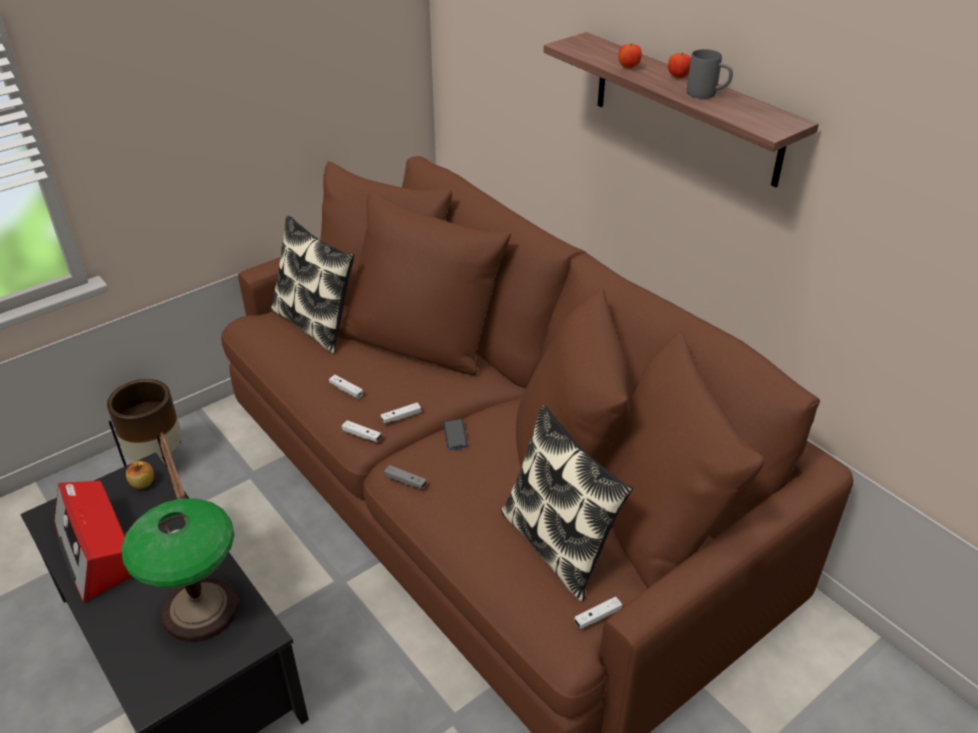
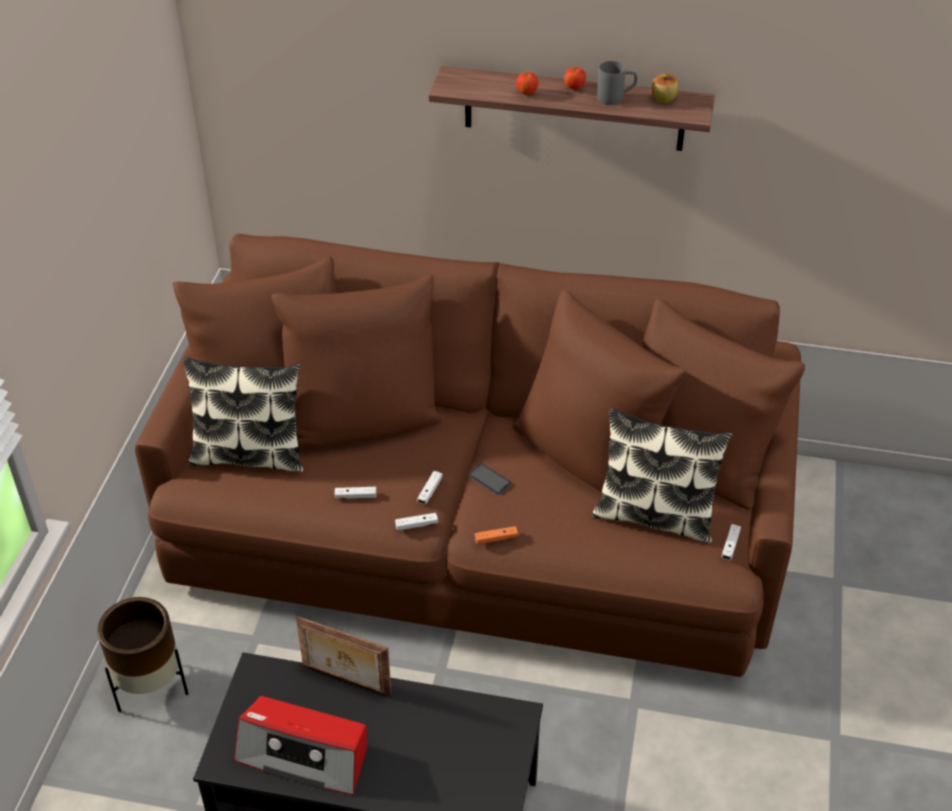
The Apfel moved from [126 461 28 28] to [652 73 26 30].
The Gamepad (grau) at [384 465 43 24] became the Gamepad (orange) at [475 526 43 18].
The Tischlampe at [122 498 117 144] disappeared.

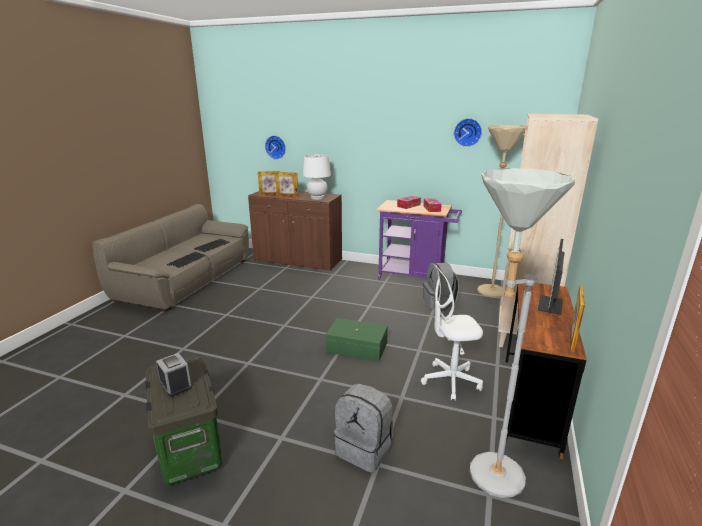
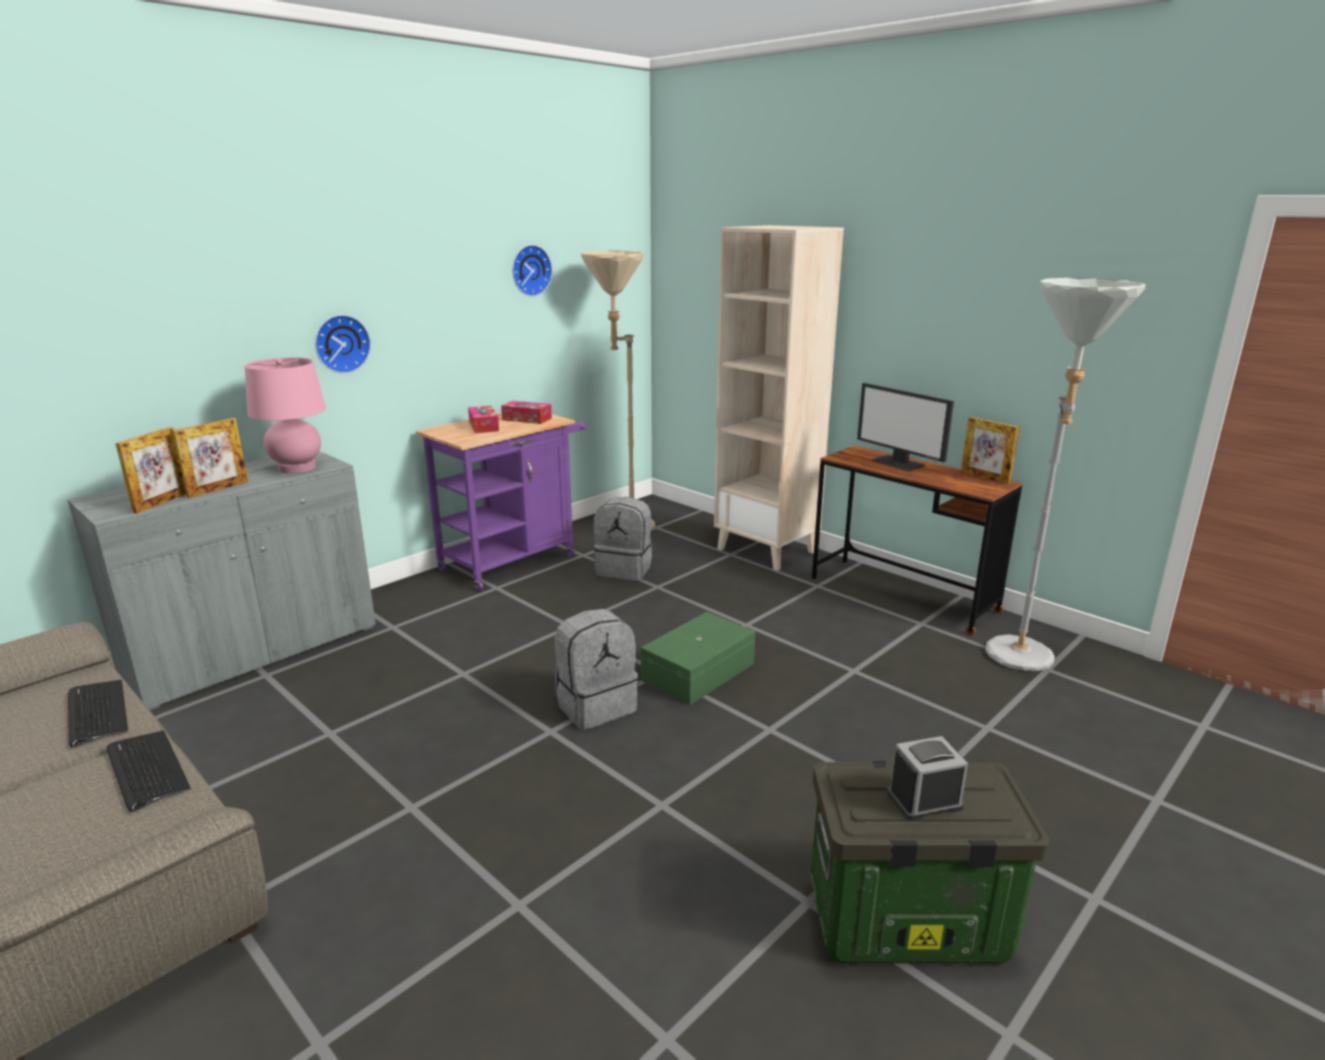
The Wanduhr moved from [265 135 21 24] to [315 315 56 59].
The Tischlampe (weiß) at [303 154 28 46] became the Tischlampe (rosa) at [244 358 82 116].
The Schrank (braun) at [248 191 94 81] became the Schrank (grau) at [67 451 309 259].
The Bürostuhl (weiß) at [421 265 62 136] disappeared.
The Rucksack (grau) moved from [334 383 59 90] to [555 609 83 121].

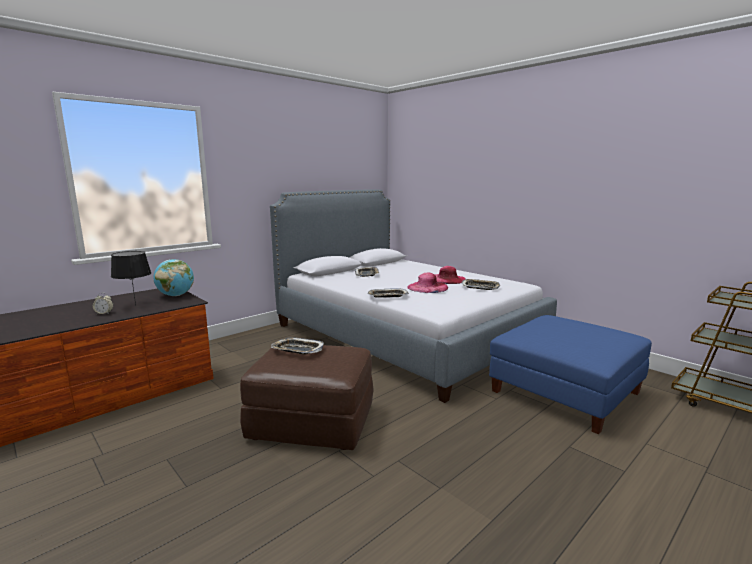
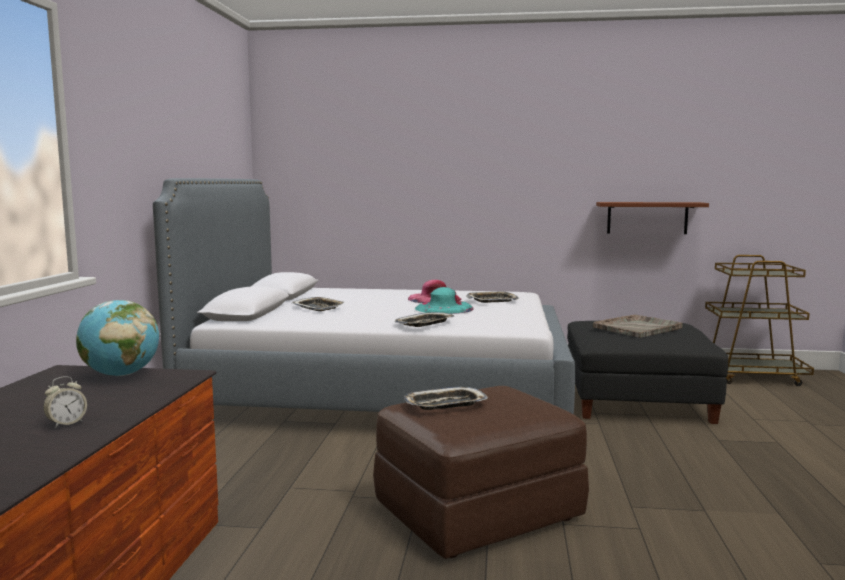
The Tischlampe (schwarz) at [111 251 40 55] disappeared.
The Hut (rosa) at [407 273 41 20] became the Hut (türkis) at [415 287 59 27].
The Polsterhocker (blau) at [489 315 163 119] became the Polsterhocker (schwarz) at [568 321 161 103].
The Wandregal (braun) at [596 202 113 32] appeared.
The Tablett (grau) at [593 314 90 24] appeared.

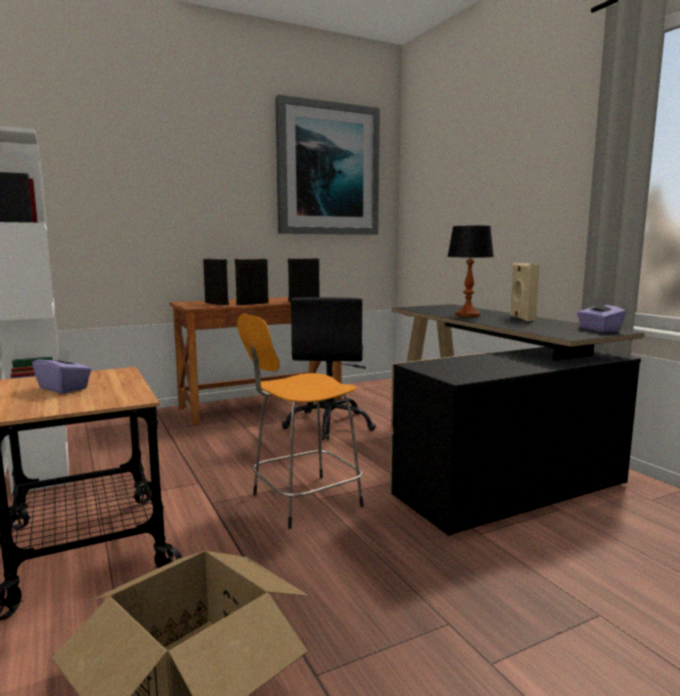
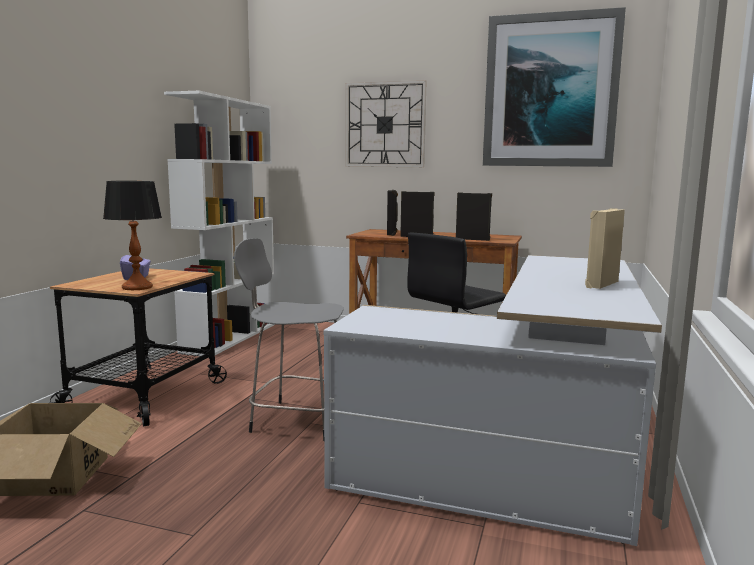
The Tischlampe moved from [447 226 47 91] to [103 181 59 109].
The Taschentuchbox (lila) at [577 298 49 34] disappeared.
The Schreibtisch (schwarz) at [390 304 255 232] became the Schreibtisch (weiß) at [323 255 339 291].
The Hocker (orange) at [237 314 126 215] became the Hocker (grau) at [234 238 110 203].
The Wanduhr at [345 80 82 87] appeared.

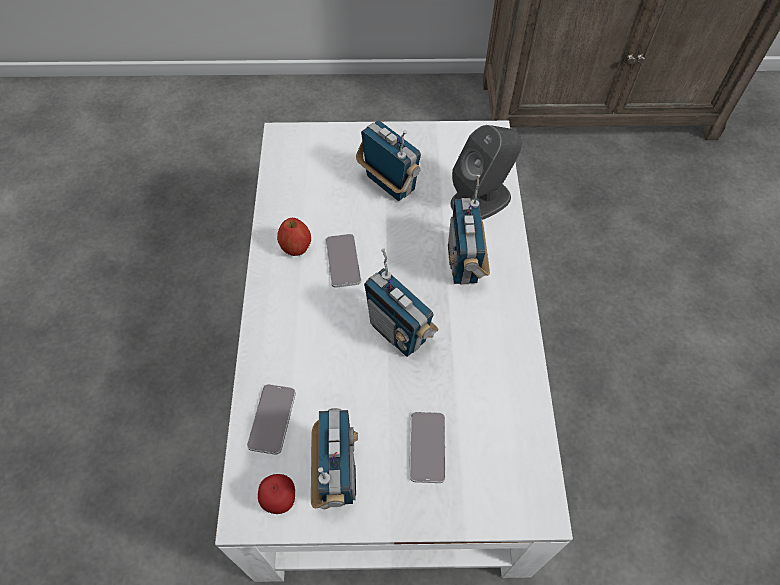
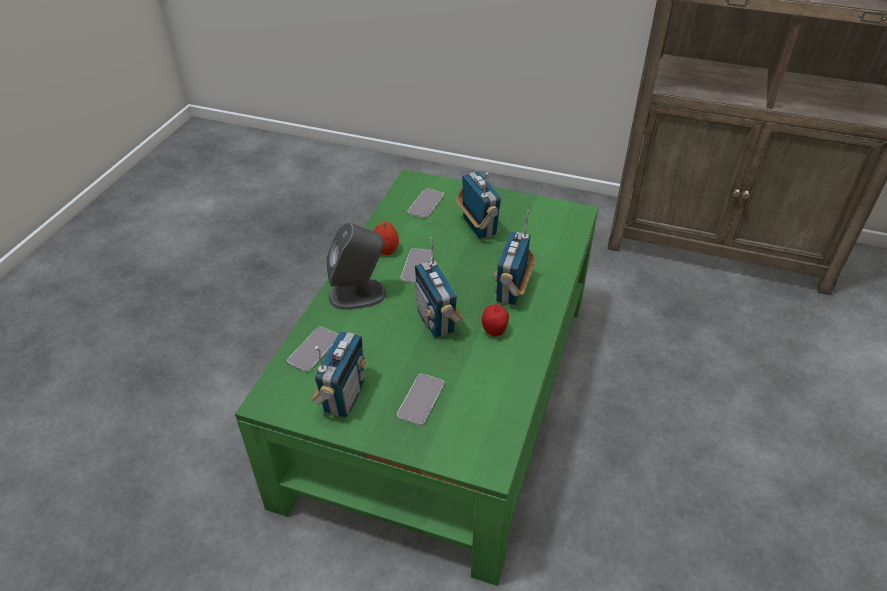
The Couchtisch (weiß) at [215 121 358 461] became the Couchtisch (grün) at [235 169 363 417].
The Lautsprecher (grau) moved from [450 125 72 95] to [326 222 60 88].
The Apfel moved from [258 474 37 40] to [482 304 27 32].
The Handy at [408 188 36 30] appeared.

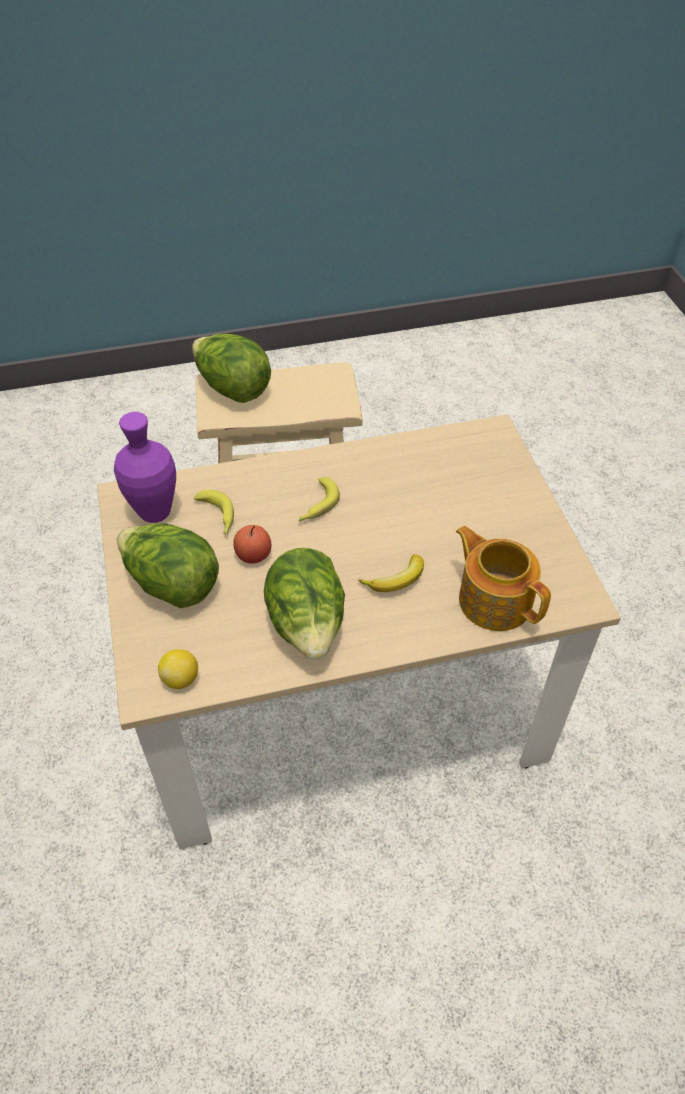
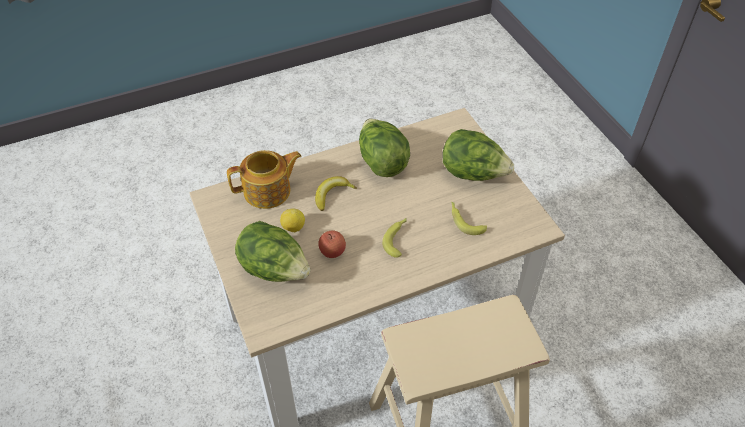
The Salatkopf moved from [192 334 79 69] to [235 221 75 61].
The Vase (lila) at [114 412 62 111] disappeared.
The Apfel moved from [233 525 38 38] to [318 230 28 28].
The Teekanne at [456 526 95 105] turned 60 degrees counterclockwise.
The Zitrone moved from [158 649 40 40] to [280 209 25 23].

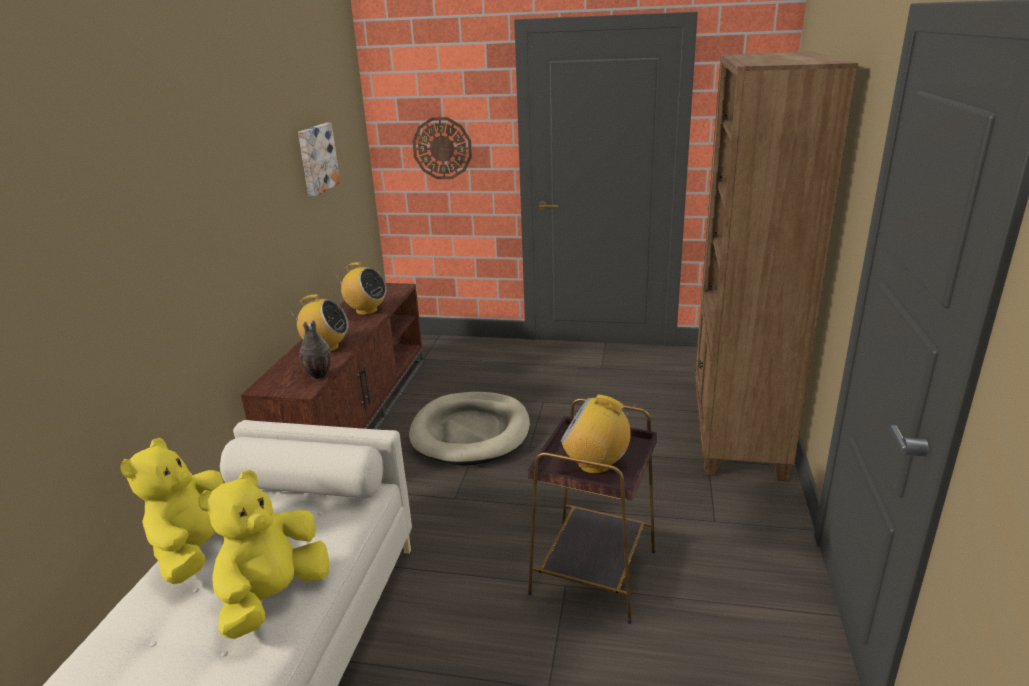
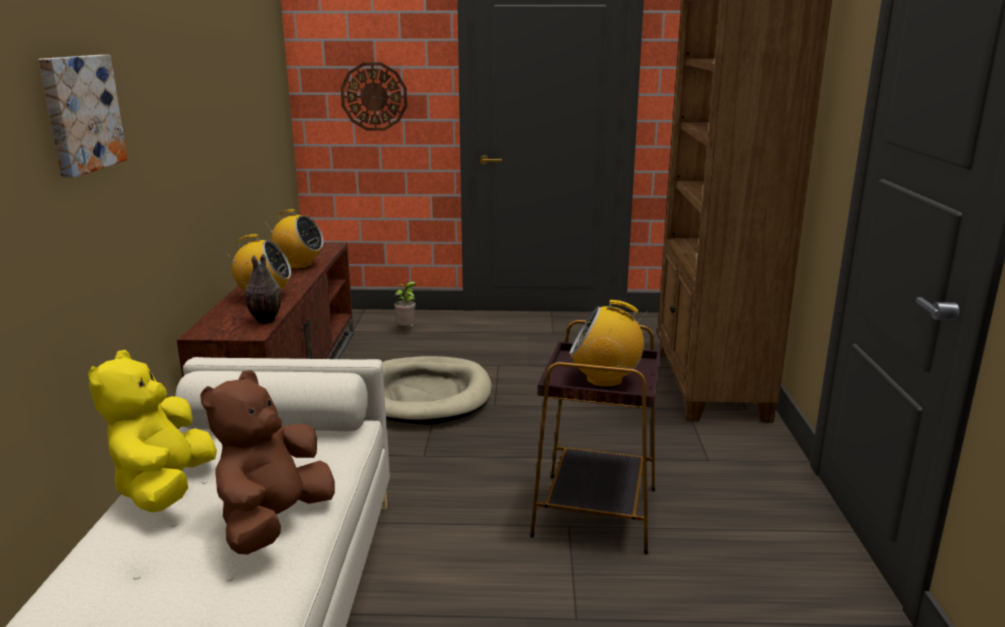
The Bild moved from [298 123 42 73] to [39 55 89 123].
The Plüschtier (gelb) at [198 470 131 169] became the Plüschtier (braun) at [200 370 135 184].
The Topfpflanze at [394 281 22 45] appeared.

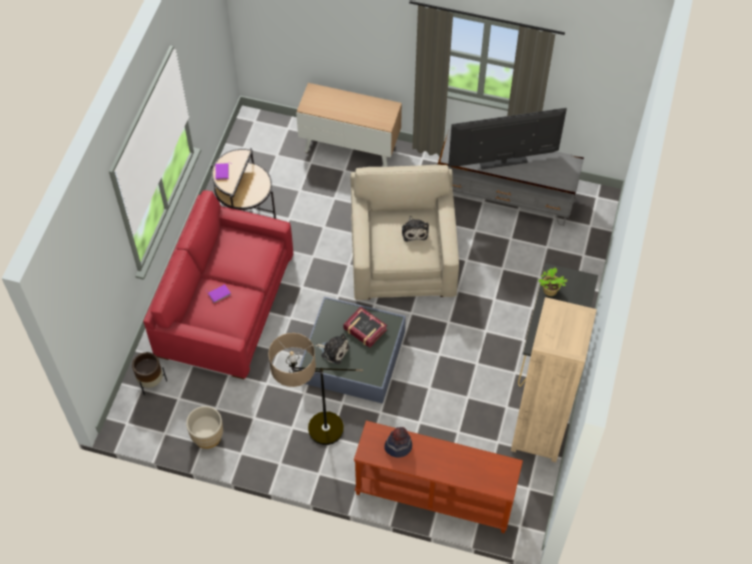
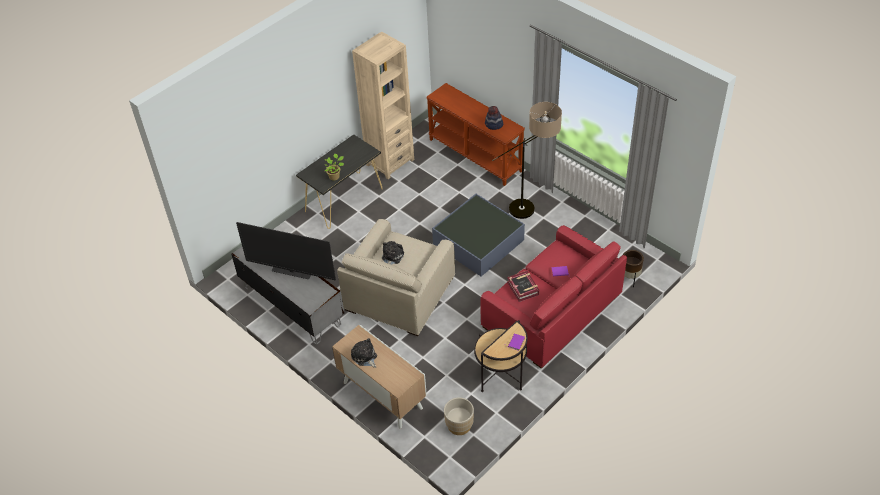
The Buch moved from [343 307 44 41] to [507 271 33 31].
The Plüschtier moved from [315 333 35 31] to [351 338 26 30].
The Pflanzkübel (beige) moved from [186 406 37 43] to [444 397 30 38].

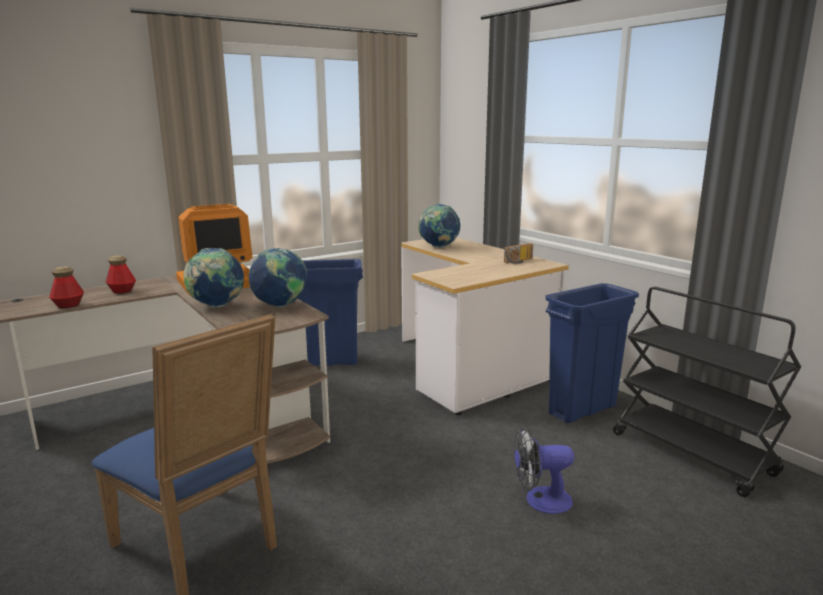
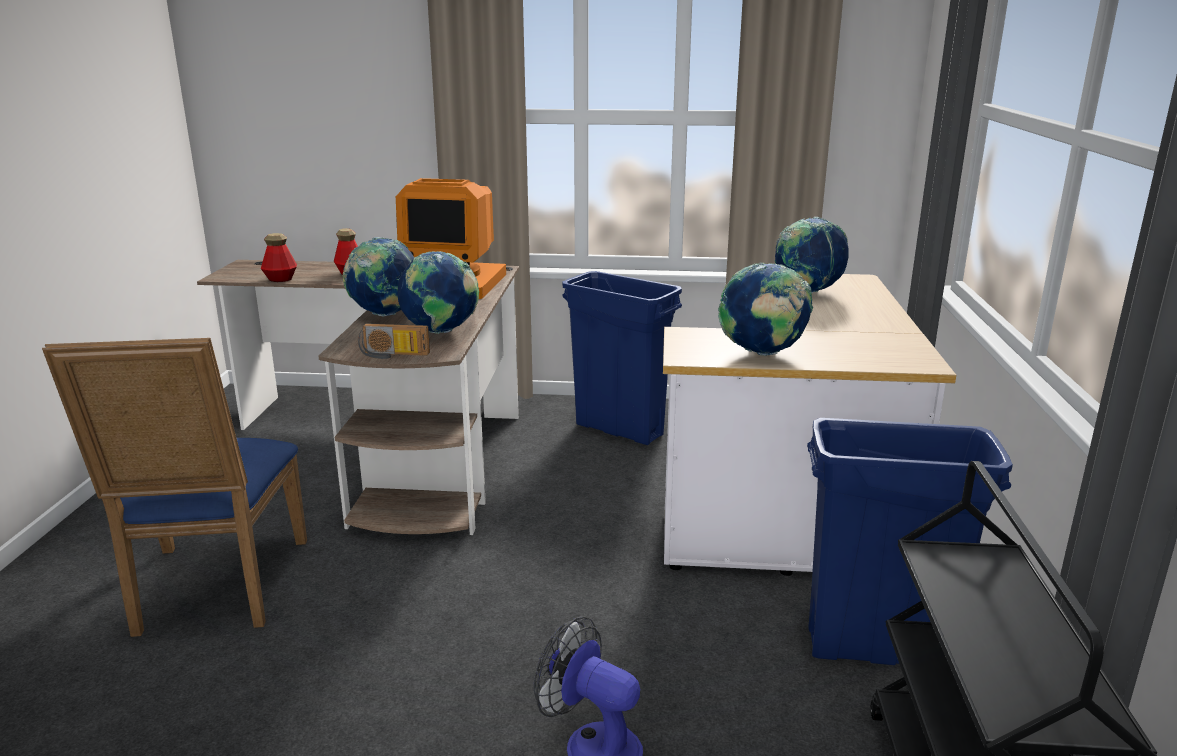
The Radio moved from [504 243 29 21] to [358 323 72 36].
The Globus at [718 263 95 93] appeared.

